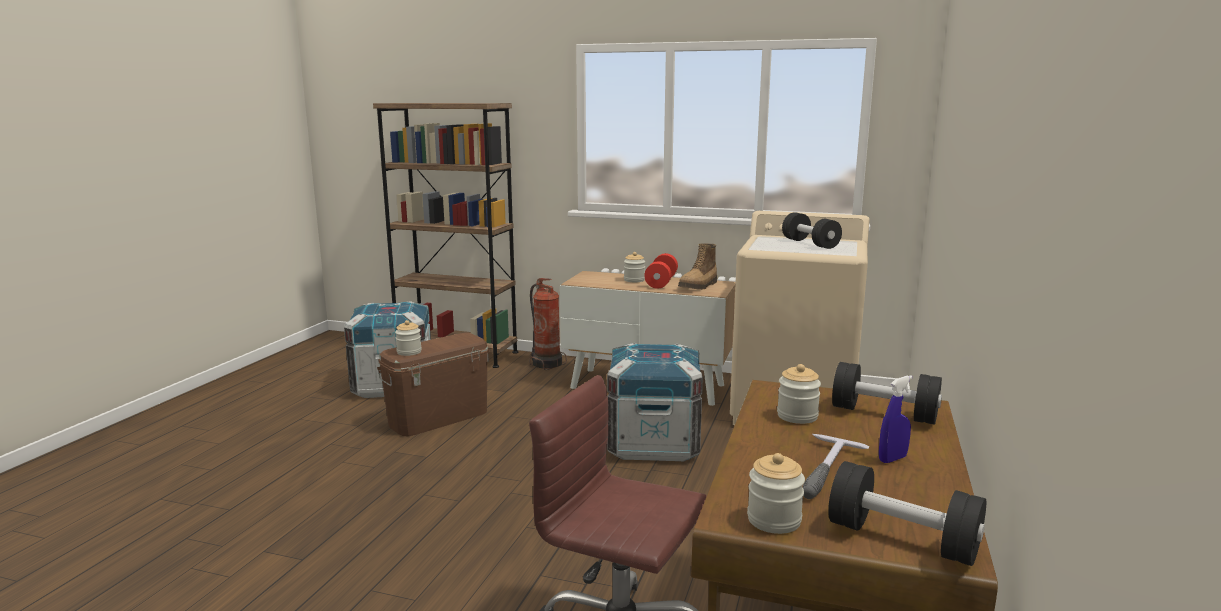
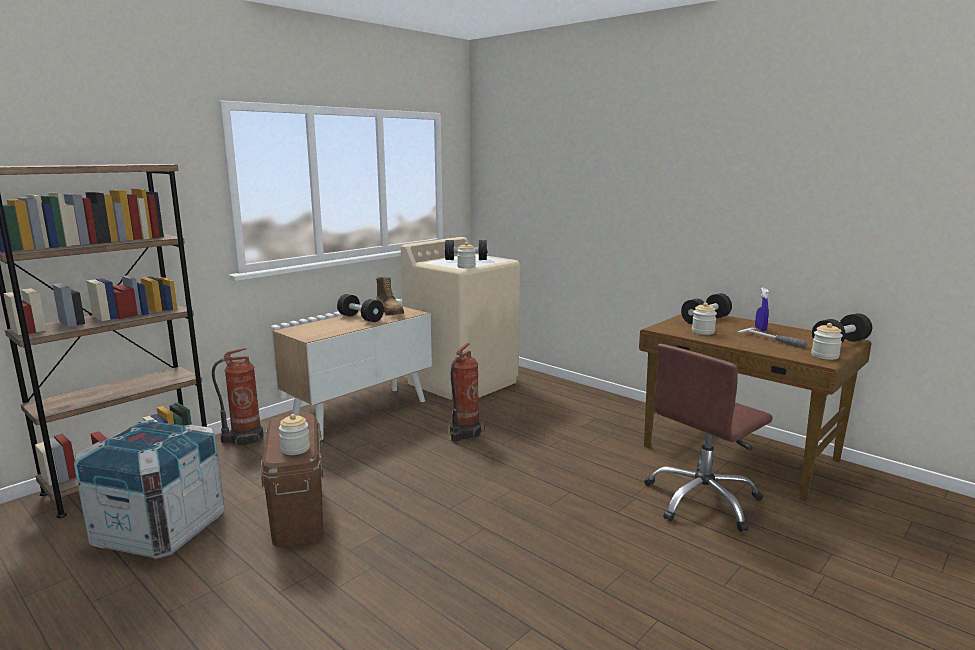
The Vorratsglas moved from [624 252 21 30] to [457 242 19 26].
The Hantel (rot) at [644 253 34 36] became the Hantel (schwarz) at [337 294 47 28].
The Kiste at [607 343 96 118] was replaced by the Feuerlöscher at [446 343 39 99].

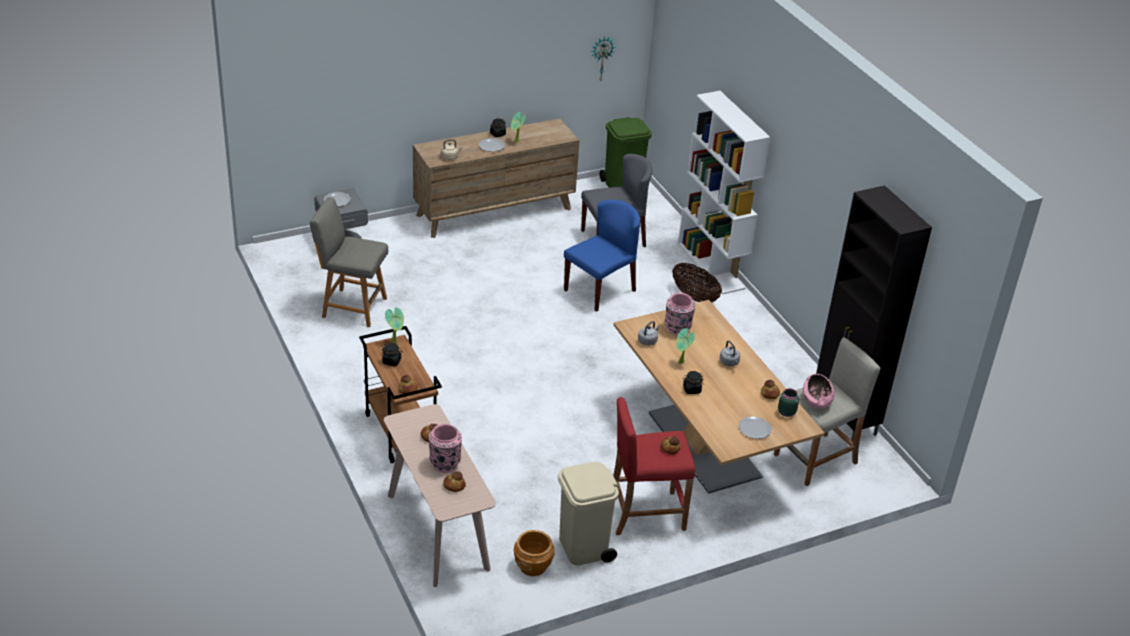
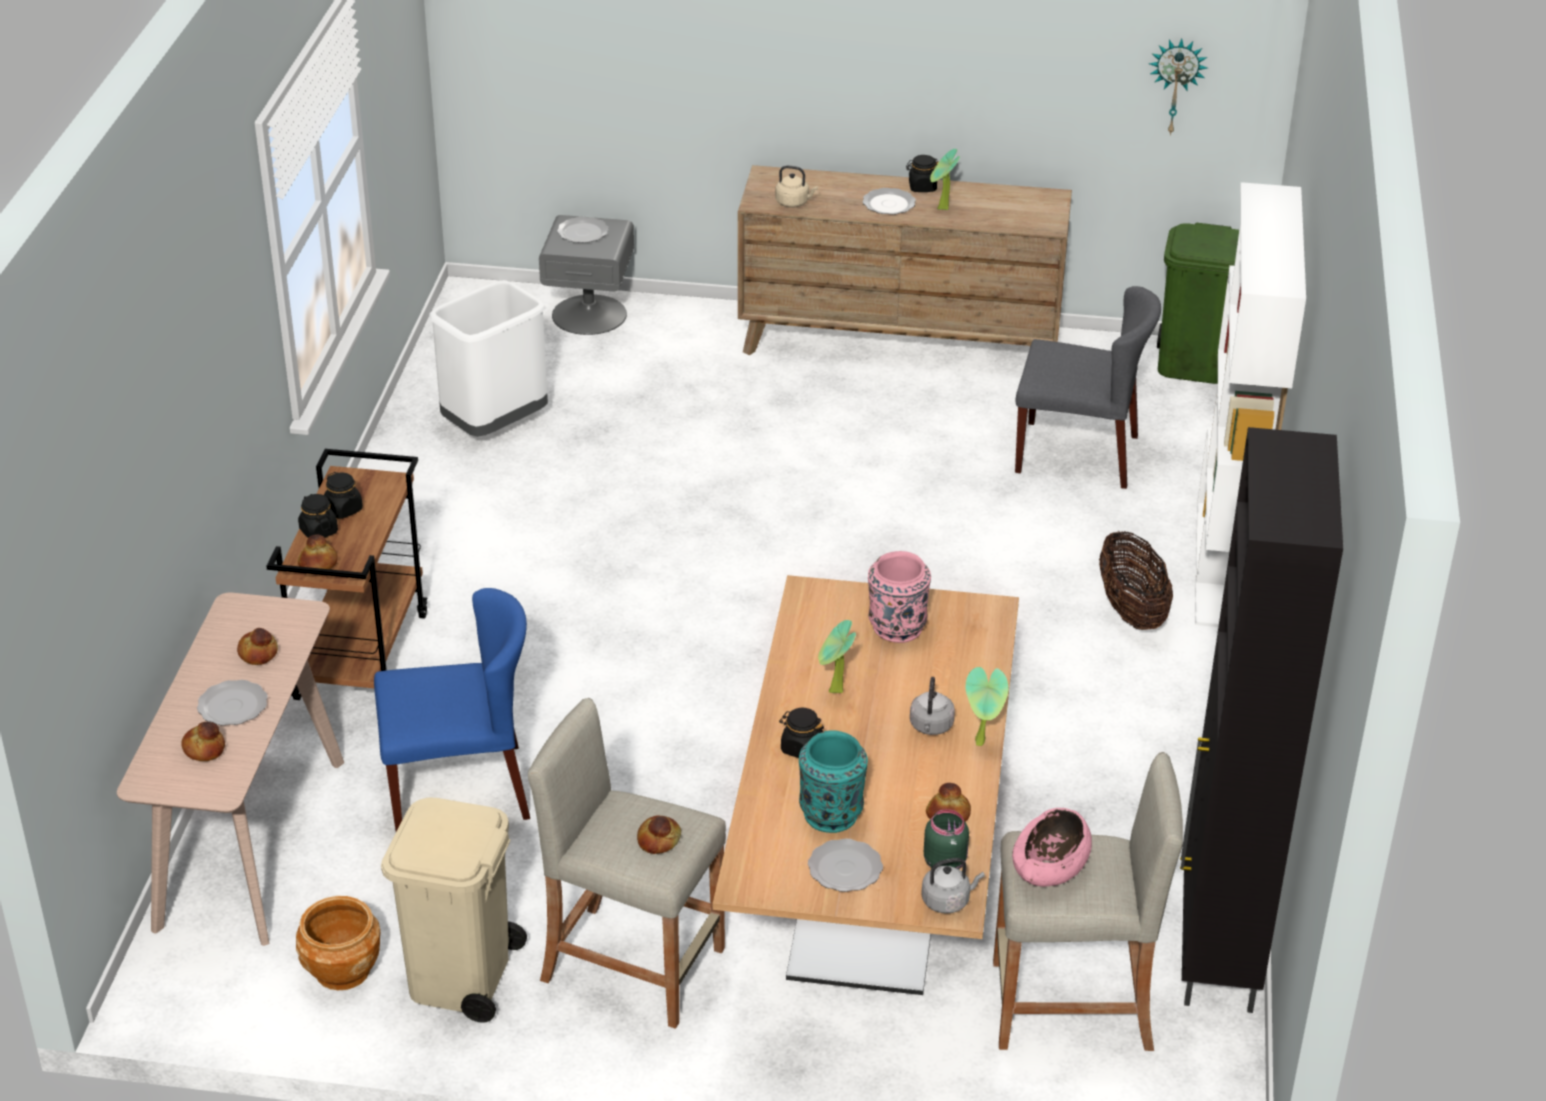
The Stuhl (grau) at [310 197 78 130] was replaced by the Mülleimer (weiß) at [429 280 119 157].
The Stuhl (blau) moved from [564 200 76 112] to [374 588 156 244].
The Topfpflanze moved from [385 307 19 37] to [966 667 42 79].
The Wasserkessel (grau) moved from [638 321 22 25] to [921 858 64 56].
The Hocker (rot) at [613 397 83 138] became the Hocker (beige) at [528 698 198 331].
The Vase (rosa) at [429 424 33 49] was replaced by the Teller at [197 680 71 46].
The Vorratsglas (schwarz) at [298 494 40 44] appeared.
The Vase (türkis) at [799 730 69 103] appeared.

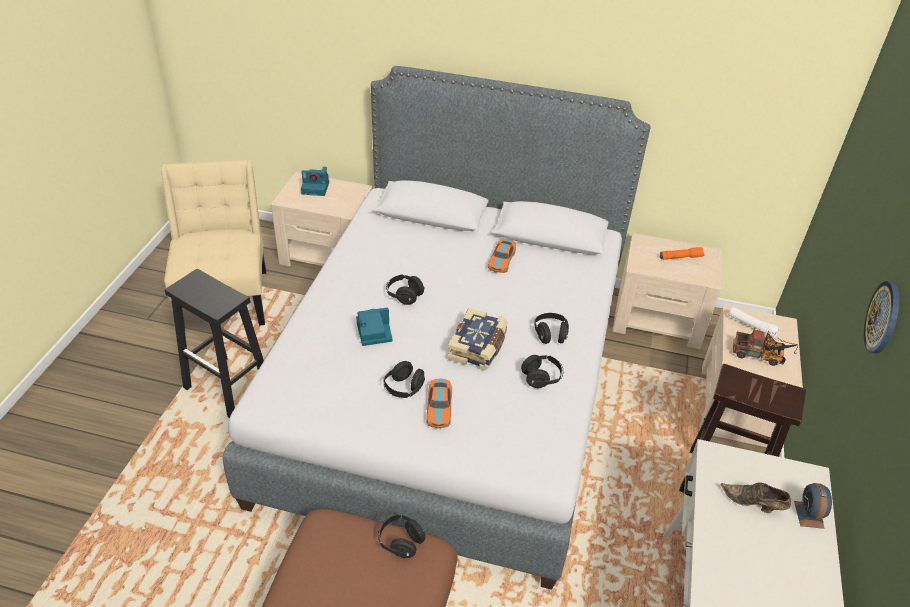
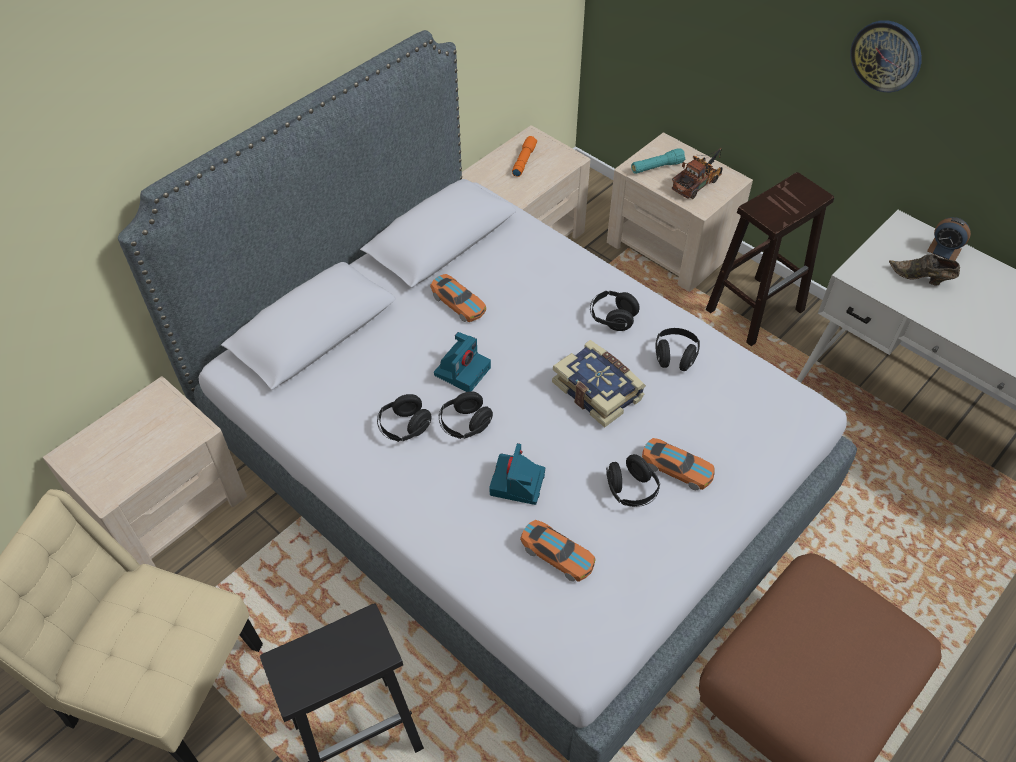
The Kamera moved from [301 167 28 29] to [434 332 57 60].
The Taschenlampe (weiß) at [729 307 51 31] became the Taschenlampe (türkis) at [631 148 54 26].
The Schuh (braun) at [721 482 70 31] turned 60 degrees clockwise.
The Kopfhörer (schwarz) moved from [378 514 48 44] to [377 394 55 48].
The Spielzeugauto at [520 520 76 62] appeared.

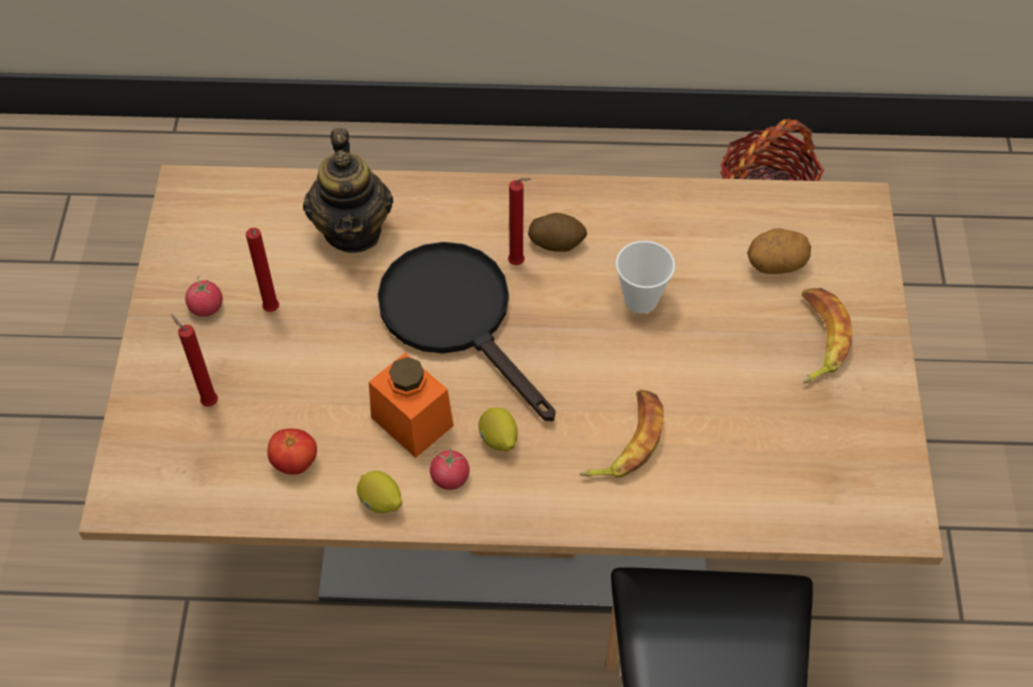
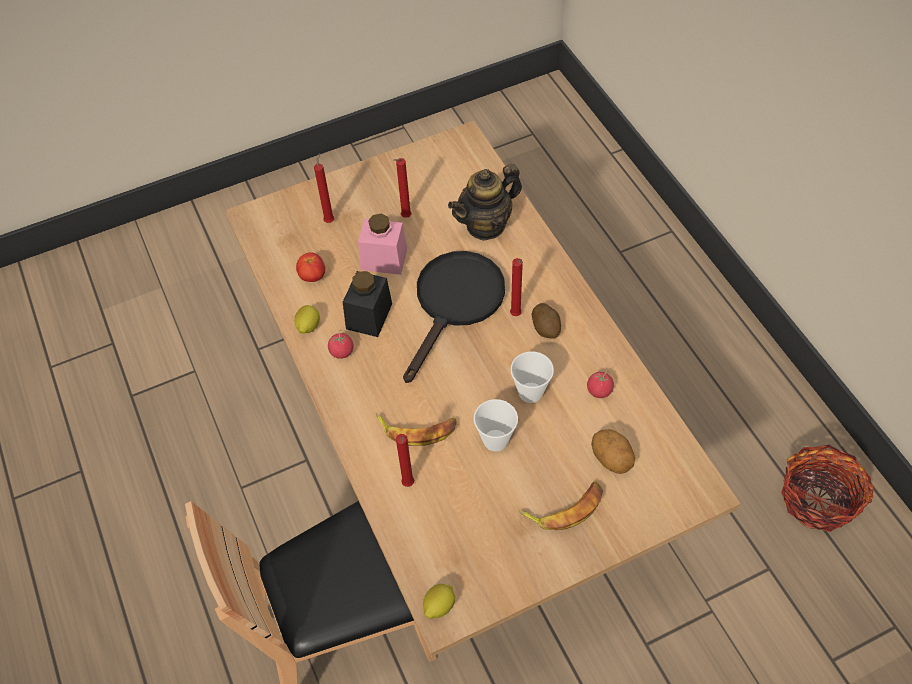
The Tomate moved from [185 276 38 41] to [587 371 27 27].
The Vorratsglas (orange) at [369 353 85 105] became the Vorratsglas (schwarz) at [343 271 49 66].
The Zitrone moved from [478 407 40 45] to [423 584 32 35].
The Vorratsglas (rosa) at [358 214 49 61] appeared.
The Tasse at [474 399 44 52] appeared.
The Kerze (rot) at [396 434 18 53] appeared.

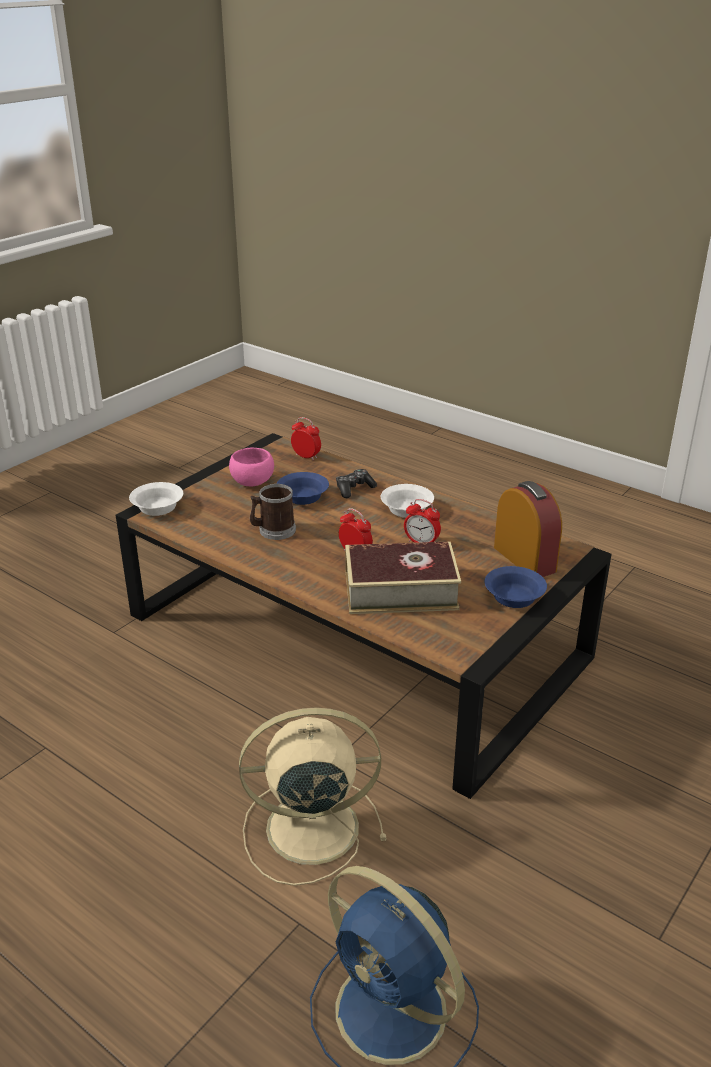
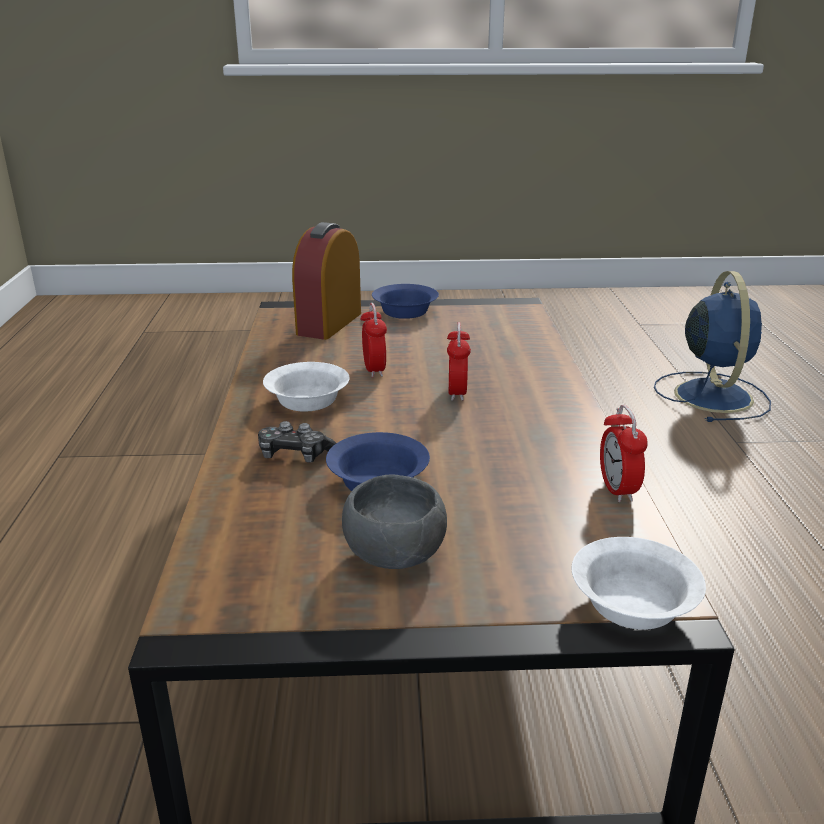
The Wecker moved from [291 417 30 44] to [600 405 47 98].
The Schüssel (rosa) at [229 448 45 38] became the Schüssel (grau) at [342 474 105 95].
The Henkelbecher at [250 484 46 56] disappeared.
The Buch at [345 541 116 73] disappeared.
The Ventilator (beige) at [239 707 147 179] disappeared.

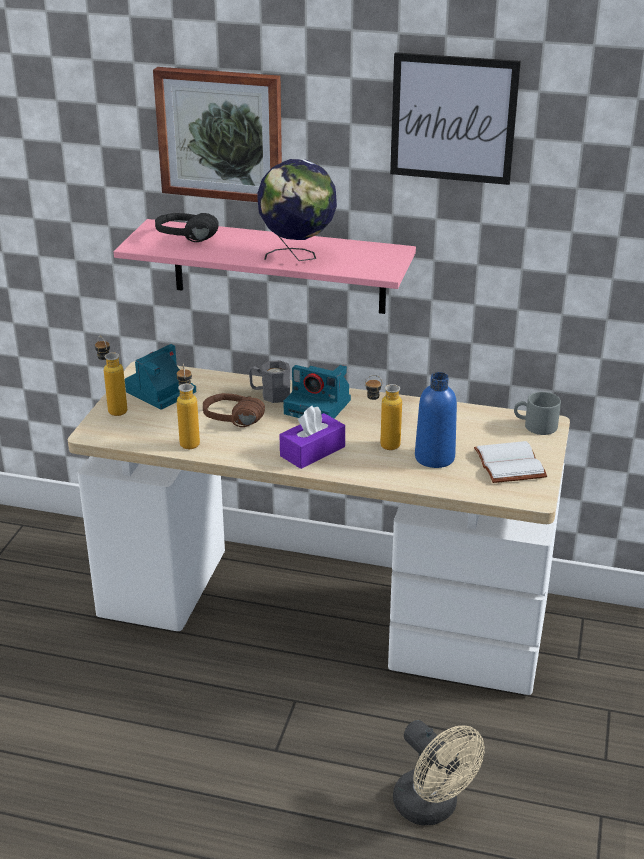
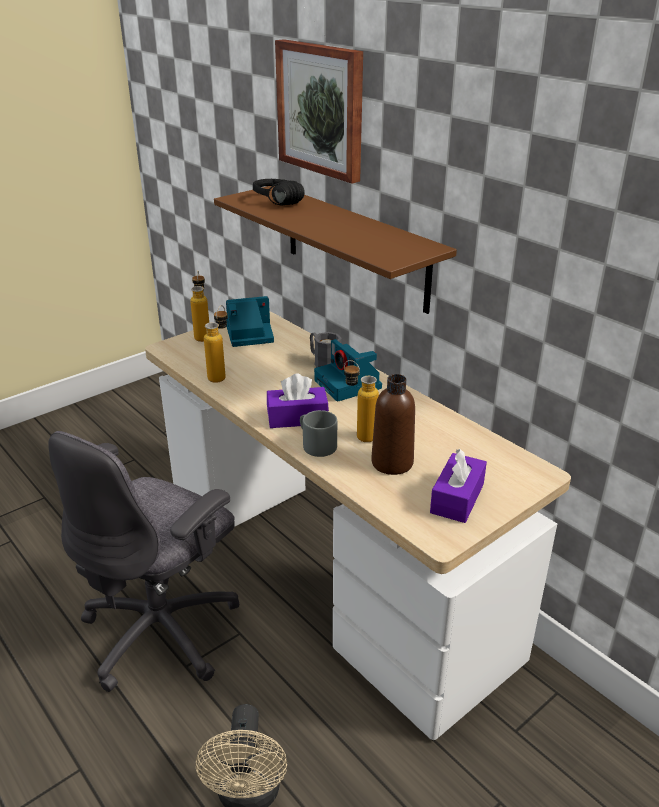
The Bild at [390 52 131 133] disappeared.
The Globus at [257 159 80 102] disappeared.
The Wandregal (rosa) at [114 219 302 95] became the Wandregal (braun) at [214 186 243 128].
The Flasche (blau) at [415 372 42 96] became the Flasche (braun) at [371 374 44 101].
The Henkelbecher (grau) moved from [514 392 47 43] to [300 410 37 47].
The Kopfhörer (braun) at [203 393 62 34] disappeared.
The Buch (weiß) at [474 441 73 42] was replaced by the Taschentuchbox (lila) at [430 449 57 74].
The Bürostuhl (grau) at [48 431 191 261] appeared.

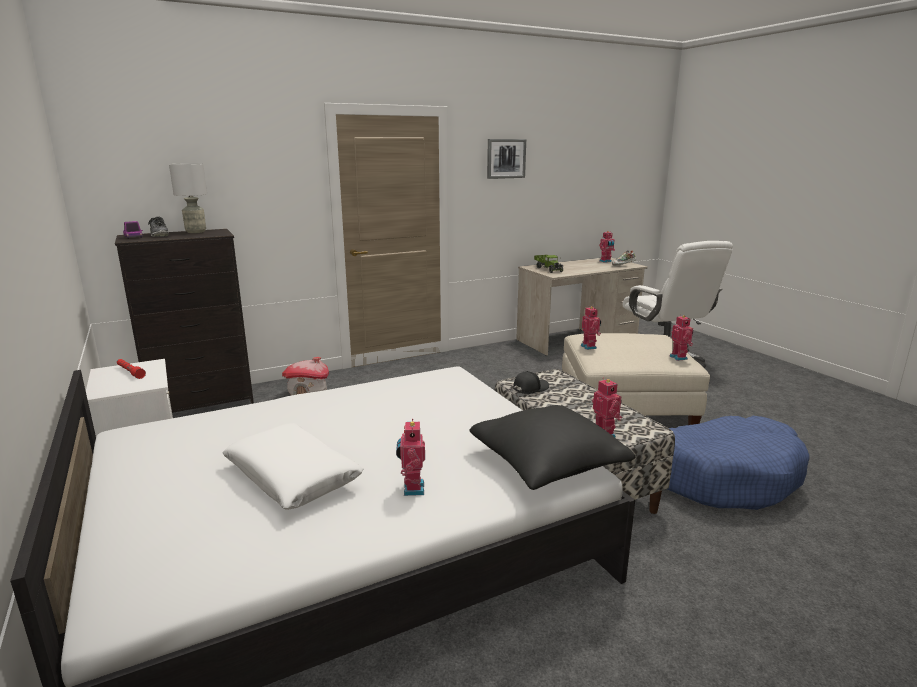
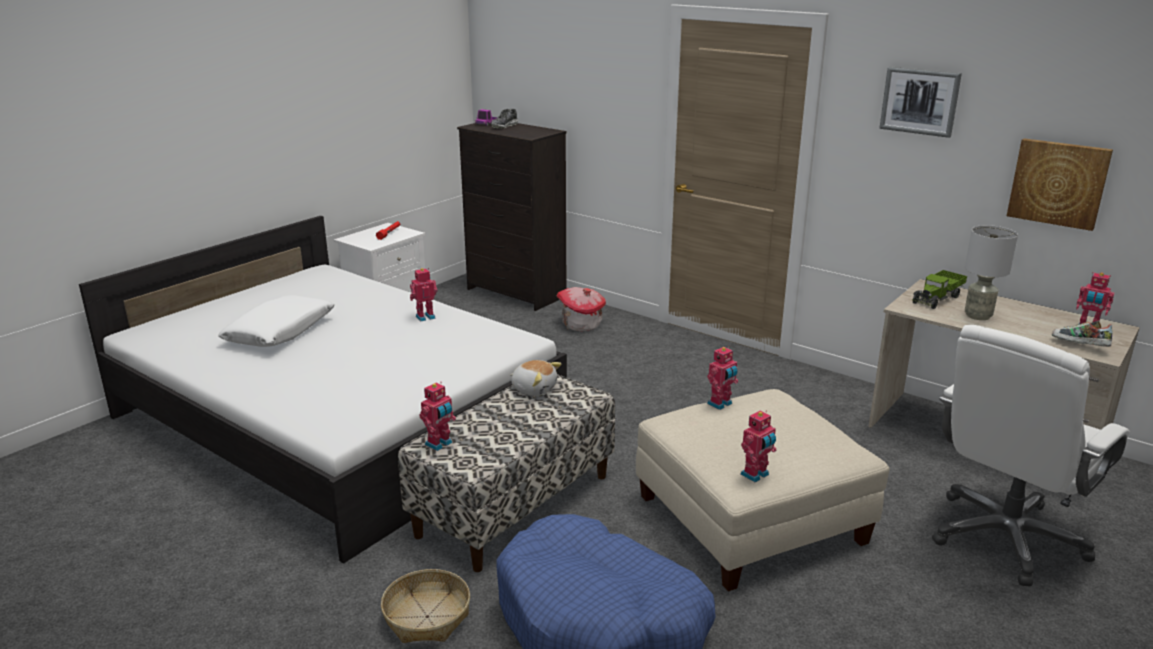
The Tischlampe (grau) moved from [169 163 38 70] to [965 225 53 95].
The Kappe (schwarz) at [513 371 36 23] was replaced by the Plüschtier at [510 360 52 36].
The Kissen (schwarz) at [469 405 166 85] disappeared.
The Spielzeugroboter moved from [396 419 29 77] to [410 268 27 54].
The Bild at [1007 138 106 93] appeared.
The Korb at [381 569 89 74] appeared.

